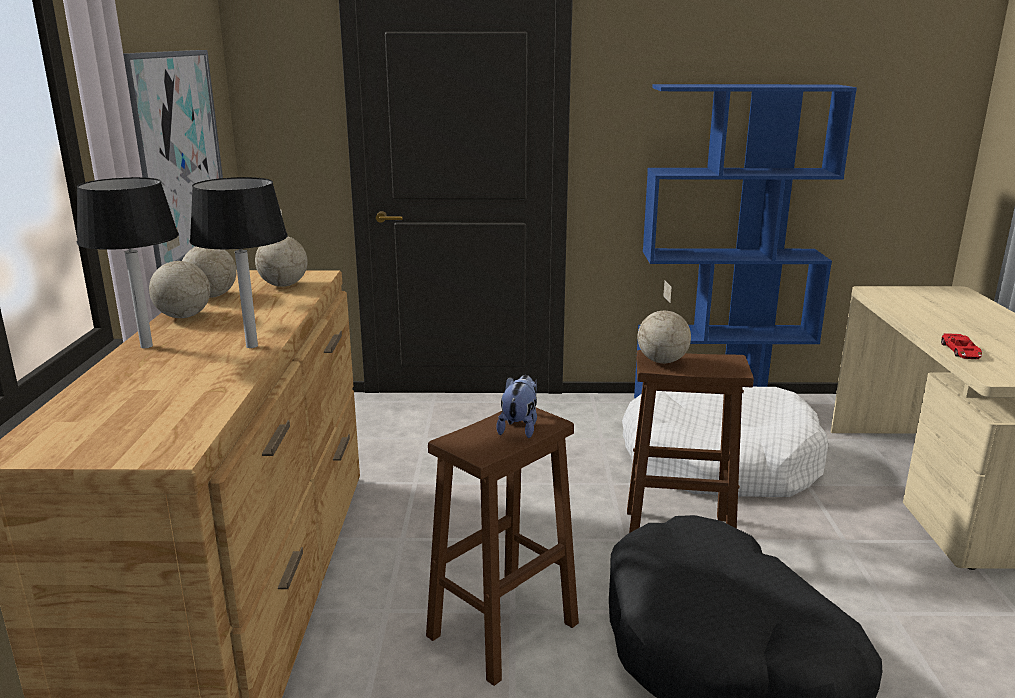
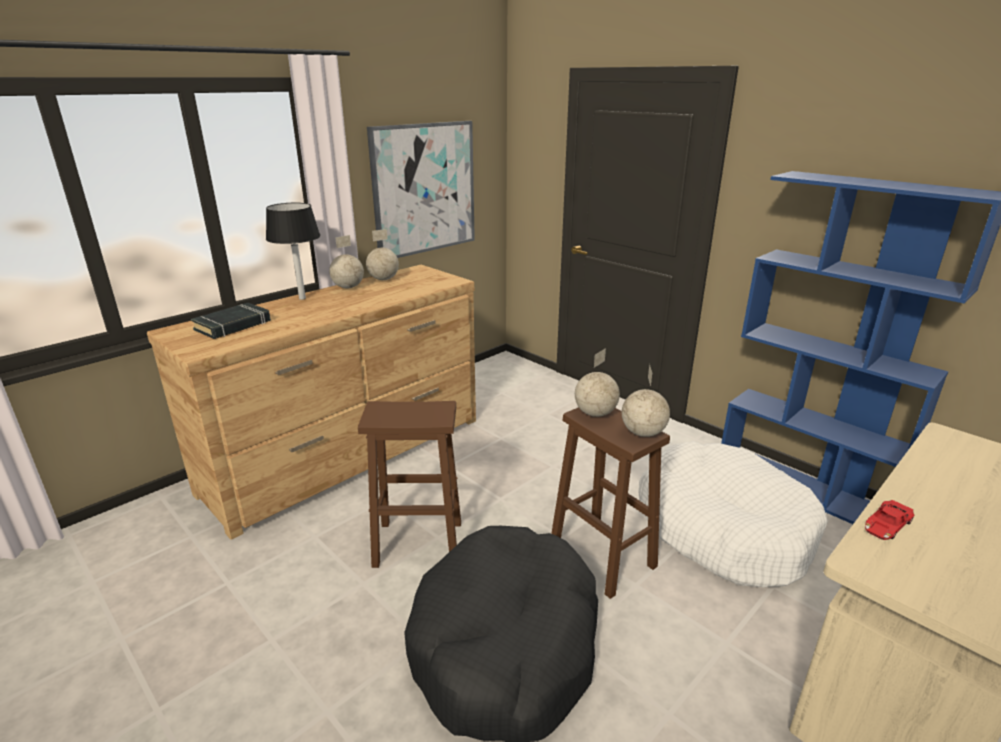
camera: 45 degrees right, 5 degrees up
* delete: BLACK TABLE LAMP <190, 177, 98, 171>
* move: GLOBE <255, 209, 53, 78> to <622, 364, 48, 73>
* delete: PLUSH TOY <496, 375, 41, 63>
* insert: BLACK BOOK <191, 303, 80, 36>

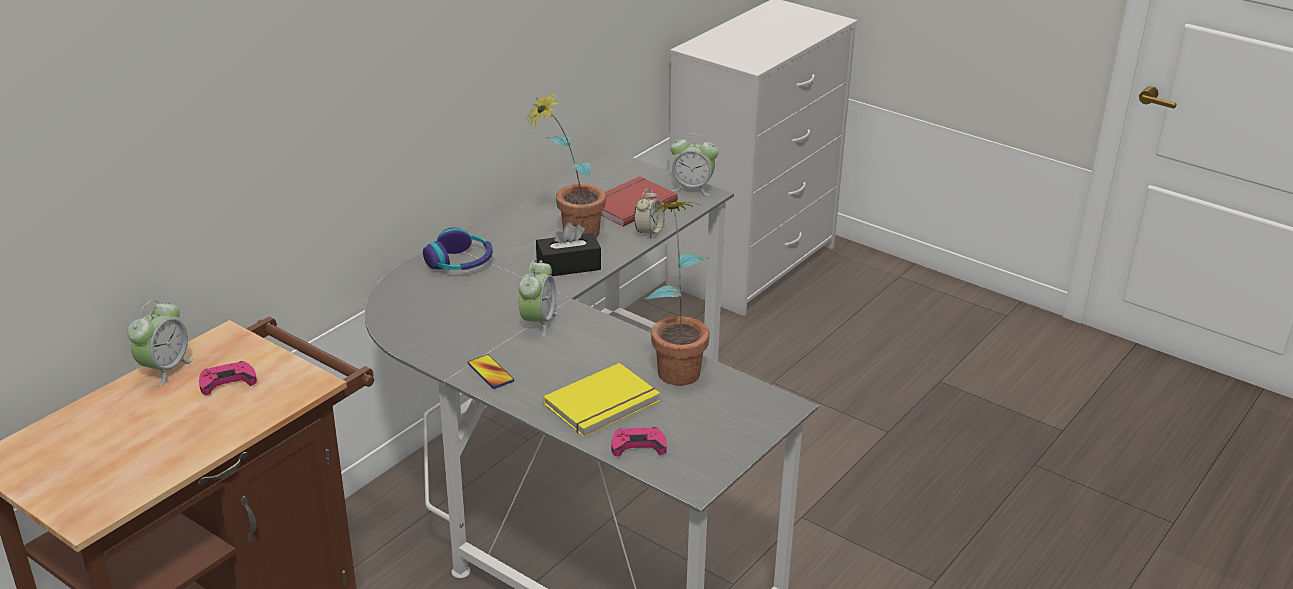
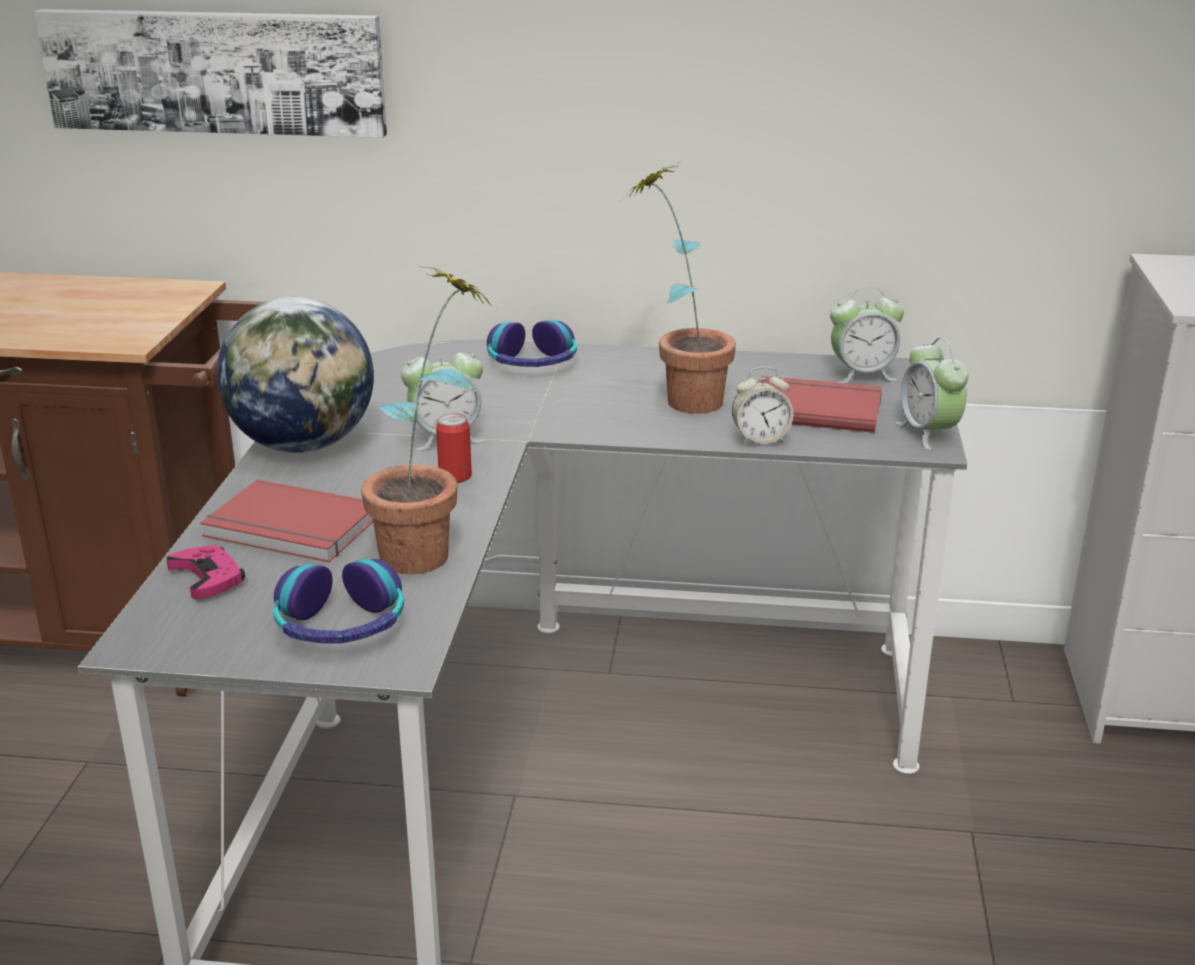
camera: 60 degrees right, 5 degrees down
* move: ALARM CLOCK <127, 300, 66, 87> to <830, 287, 74, 97>
* delete: PINK GAME CONTROLLER <199, 361, 58, 34>
* replace: PHONE <467, 354, 47, 35> to GLOBE <217, 297, 157, 156>
* delete: BLACK TISSUE BOX <536, 222, 65, 54>
* recolor: YELLOW BOOK <543, 363, 117, 74> to RED BOOK <200, 480, 173, 82>
* insert: PICTURE <34, 9, 353, 129>
* insert: HEADPHONES <273, 559, 131, 85>
* insert: CAN <436, 413, 36, 70>

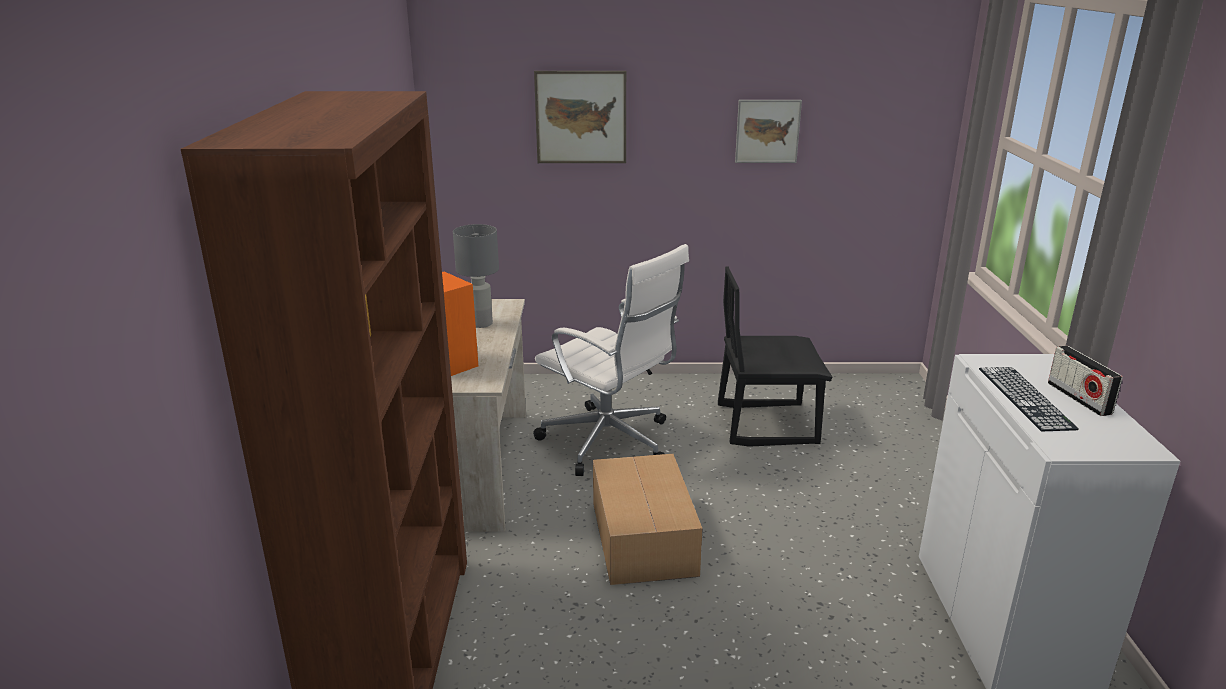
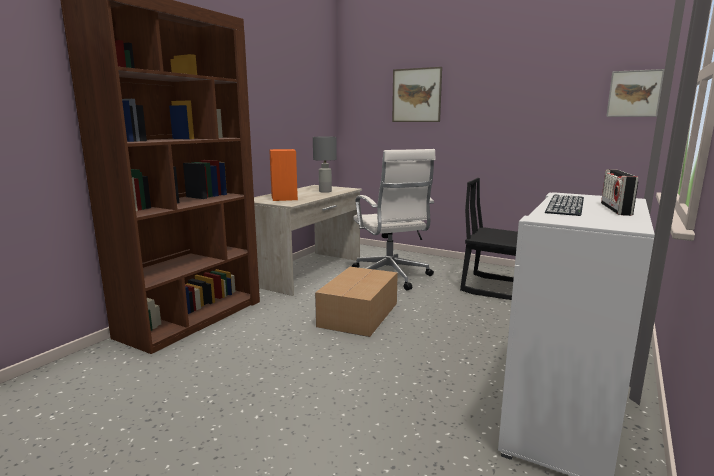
camera: 30 degrees right, 10 degrees down
* move: PICTURE <735, 100, 67, 63> to <606, 69, 59, 48>

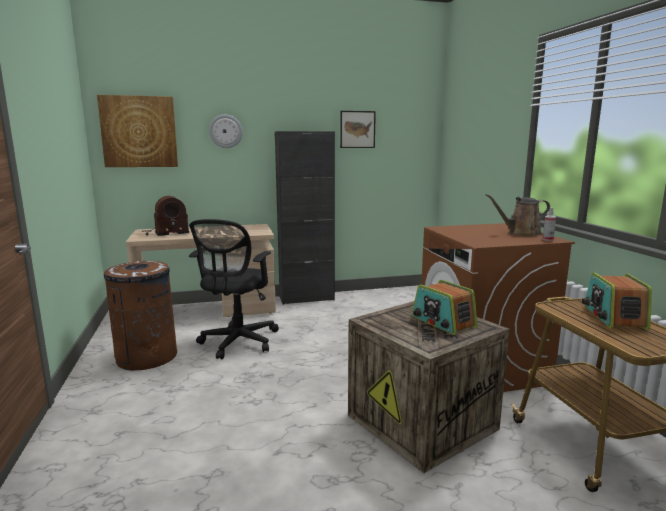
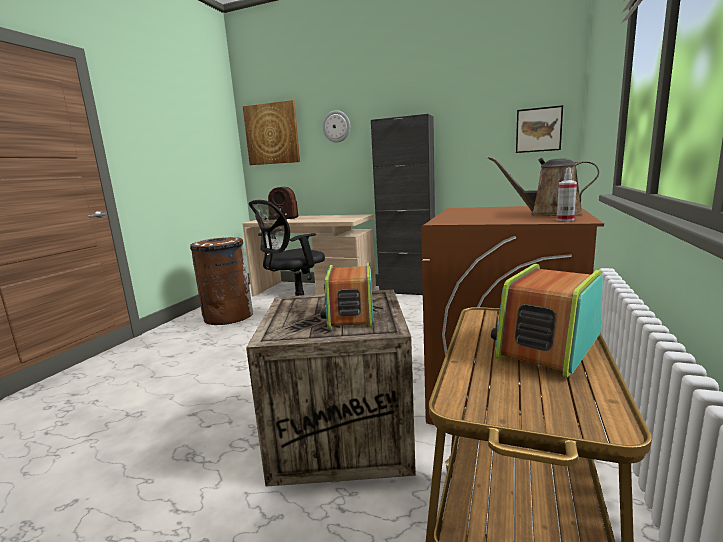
camera: 35 degrees right, 0 degrees up
* move: PICTURE <340, 111, 36, 37> to <516, 105, 47, 48>

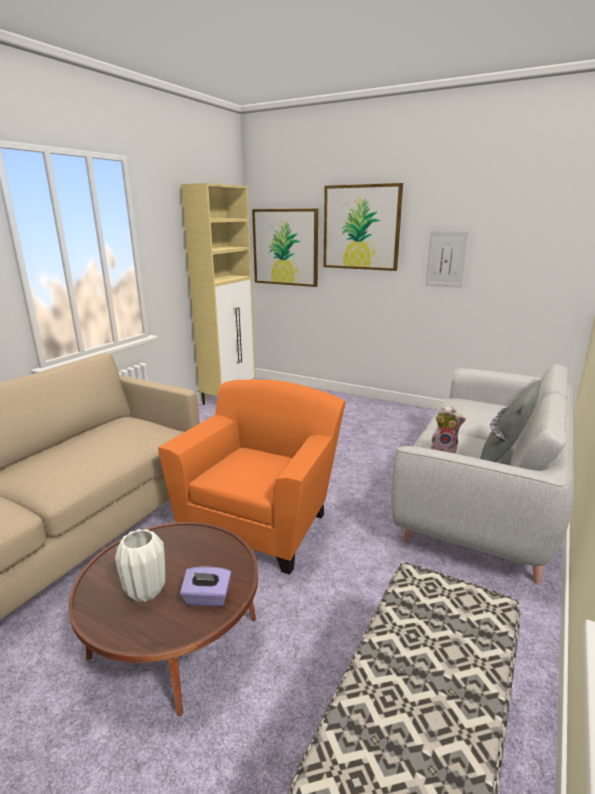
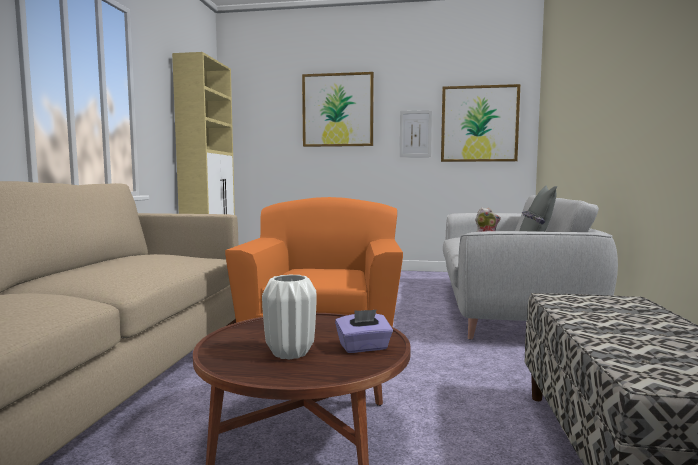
camera: 20 degrees left, 15 degrees down
* move: PICTURE <252, 209, 66, 78> to <441, 84, 79, 78>

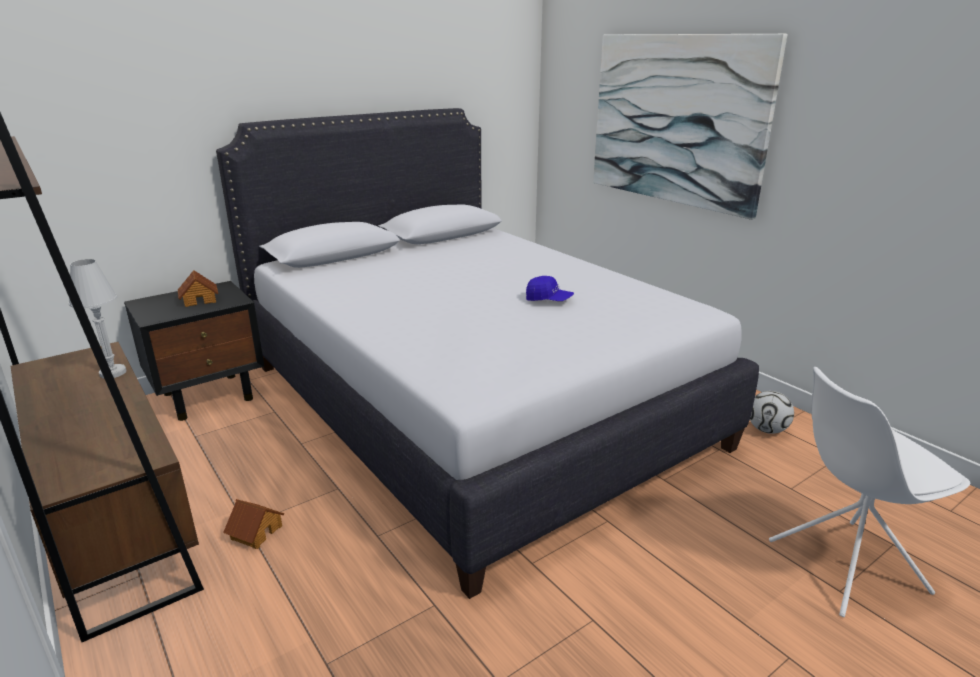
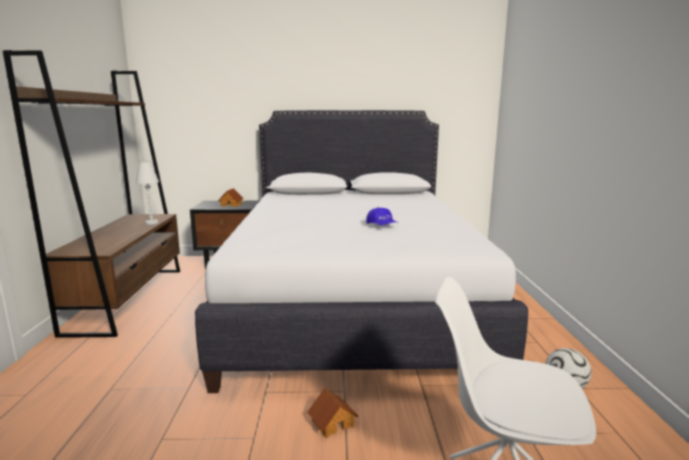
camera: 35 degrees right, 10 degrees down
* move: TOY HOUSE <223, 499, 62, 50> to <307, 388, 51, 50>
* delete: PICTURE <593, 34, 194, 186>

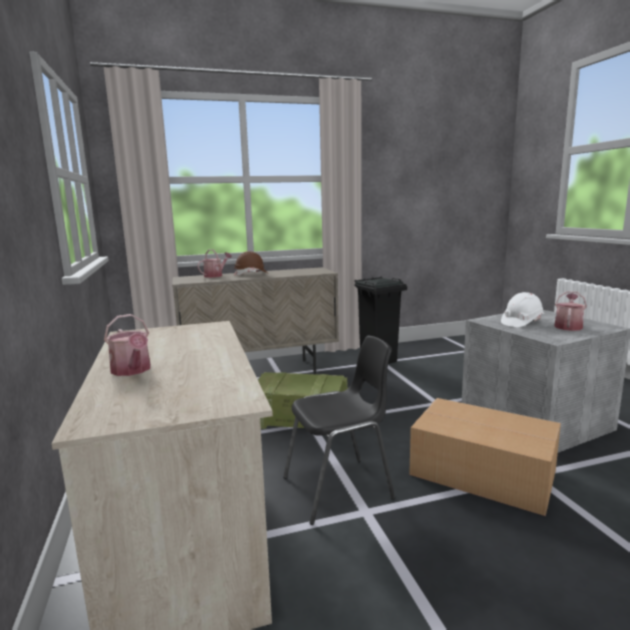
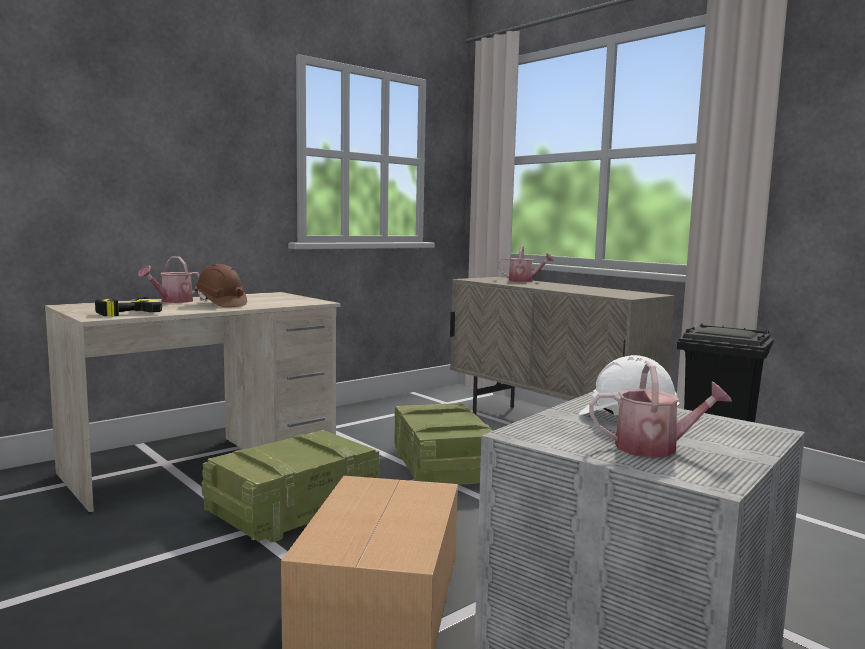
camera: 65 degrees right, 5 degrees down
* move: BROWN HARD HAT <234, 251, 35, 24> to <194, 264, 53, 43>
* replace: BLACK CHAIR <283, 336, 112, 189> to CRATE <202, 430, 178, 113>
* insert: POWER DRILL <95, 297, 67, 20>

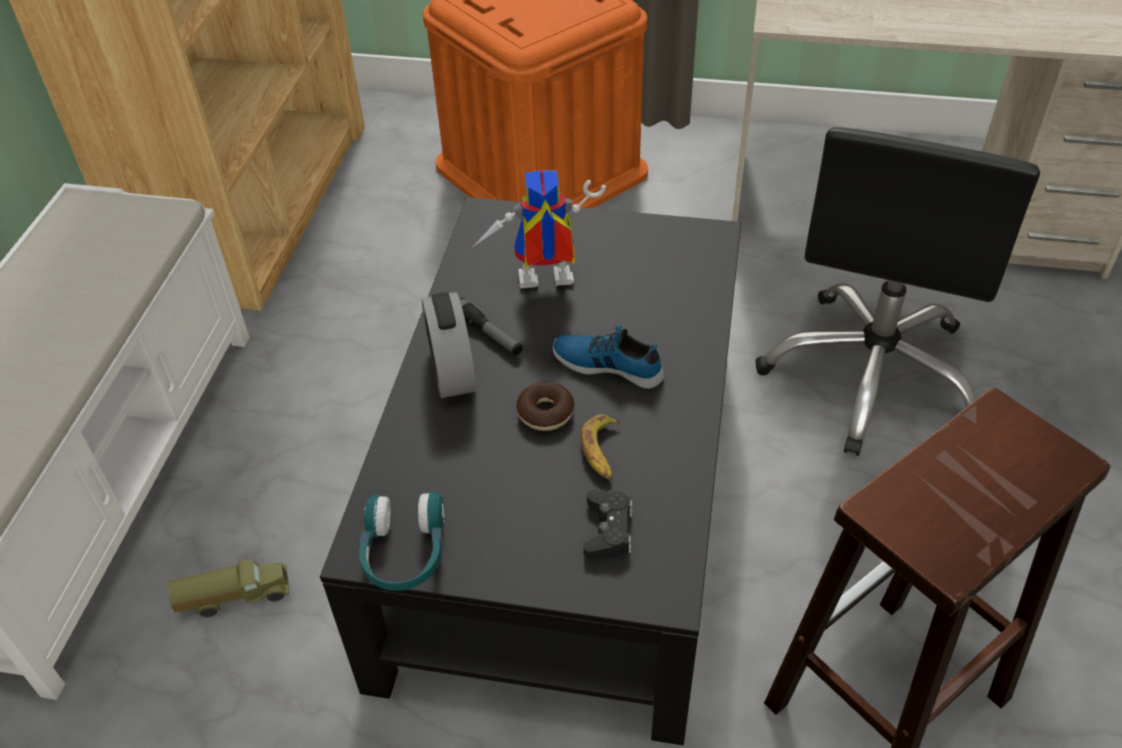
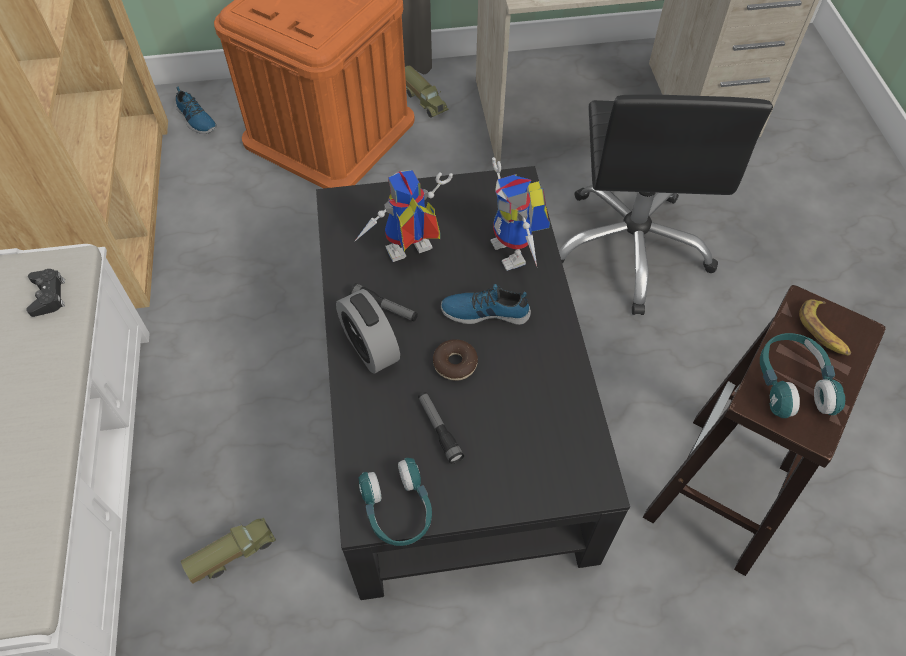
camera: 20 degrees left, 10 degrees up
* move: BANANA <580, 414, 42, 66> to <799, 299, 52, 57>
* move: BLACK GAME CONTROLLER <583, 490, 50, 68> to <26, 269, 39, 48>
* insert: SHOE <176, 87, 41, 47>
* insert: TOY TRUCK <405, 66, 44, 51>
* insert: FLASHLIGHT <418, 392, 46, 72>
* insert: TOY ROBOT <491, 157, 59, 114>
* insert: TURQUOISE HEADPHONES <760, 333, 85, 85>

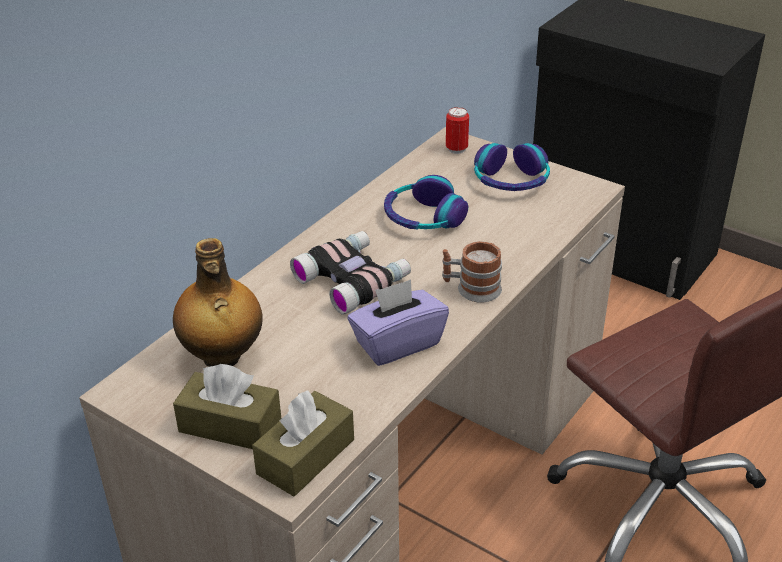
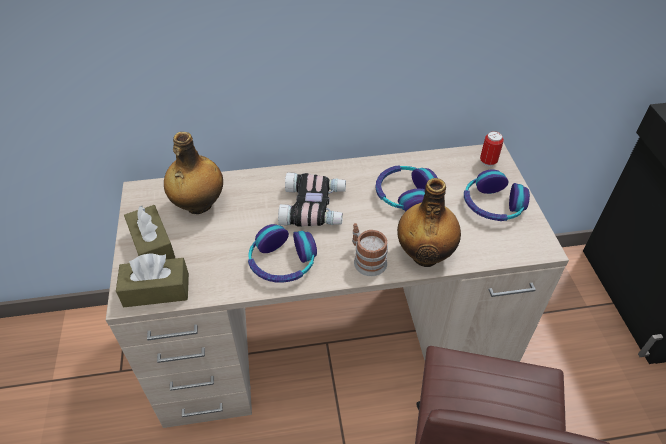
camera: 45 degrees right, 10 degrees up
* replace: PURPLE TISSUE BOX <348, 279, 101, 87> to HEADPHONES <248, 224, 69, 59>
* insert: BOTTLE <397, 178, 64, 89>

